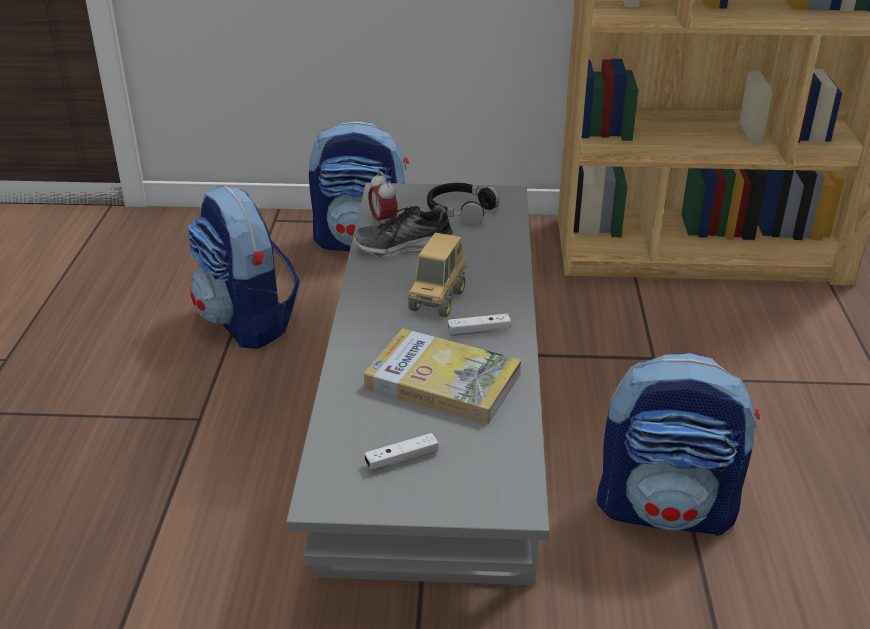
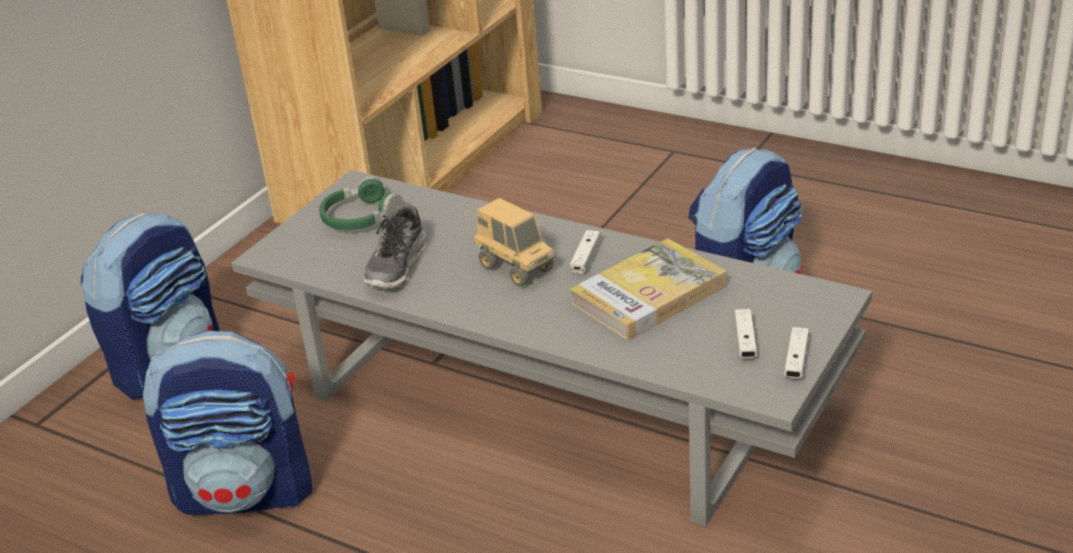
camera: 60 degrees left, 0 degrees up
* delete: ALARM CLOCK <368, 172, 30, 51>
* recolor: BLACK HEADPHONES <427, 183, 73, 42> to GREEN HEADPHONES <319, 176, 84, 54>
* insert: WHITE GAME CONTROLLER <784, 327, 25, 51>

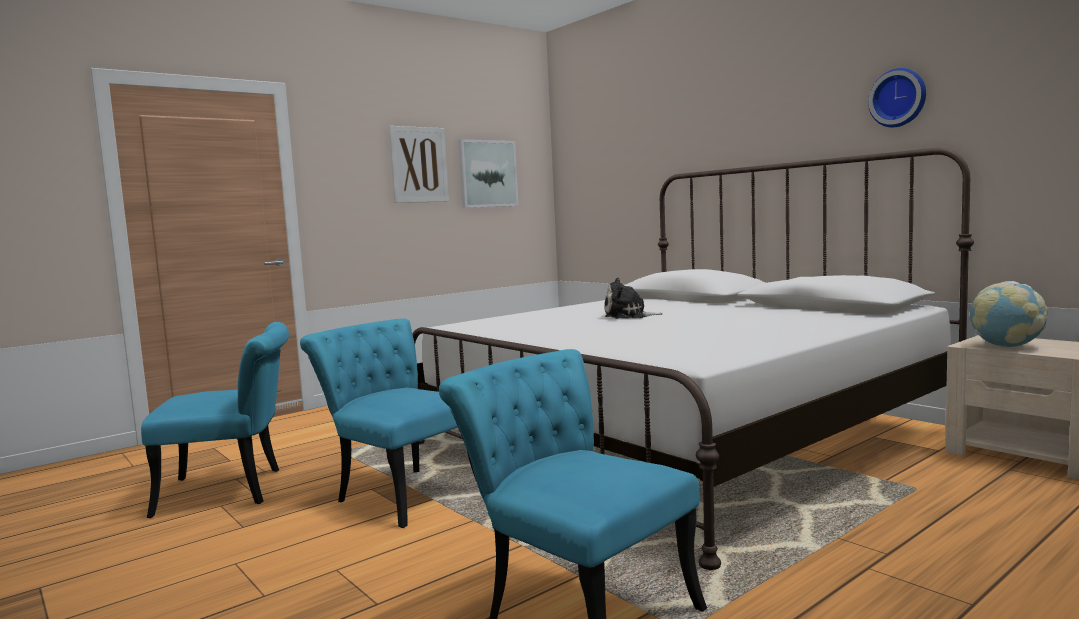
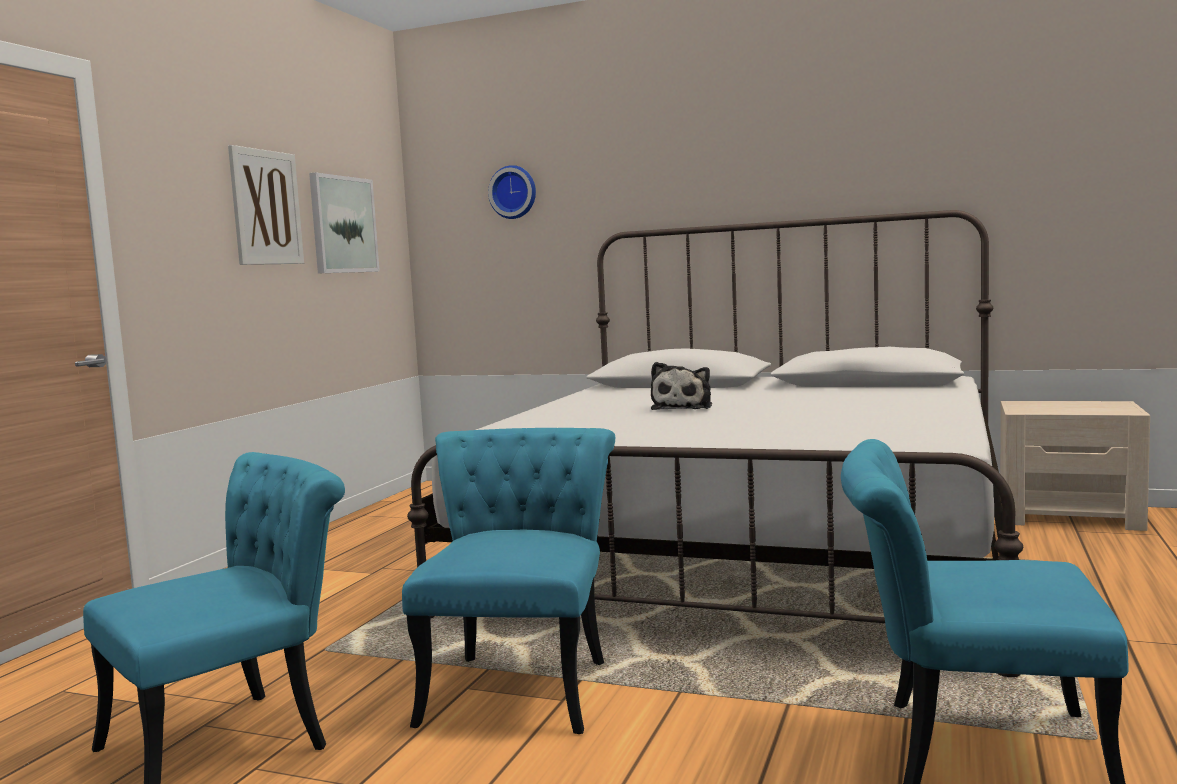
camera: 30 degrees left, 0 degrees up
* rotate: TURQUOISE CHAIR <300, 318, 176, 210> = <402, 428, 213, 306> 90 degrees clockwise
* rotate: PLUSH TOY <604, 278, 59, 41> = <651, 362, 61, 48> 45 degrees counterclockwise
* move: WALL CLOCK <868, 68, 58, 59> to <488, 165, 48, 54>
* delete: GLOBE <970, 281, 78, 66>

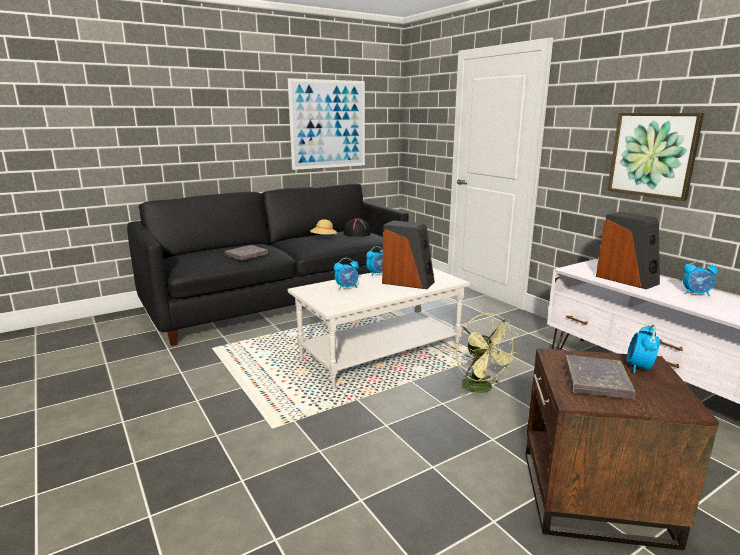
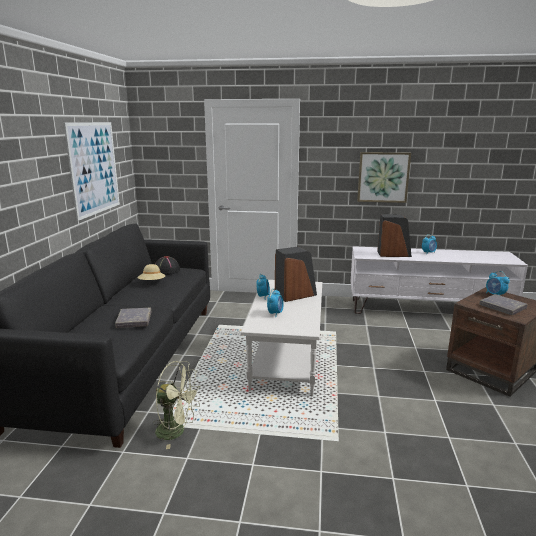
camera: 50 degrees left, 0 degrees up
* move: GREEN FAN <456, 313, 64, 84> to <153, 361, 48, 88>

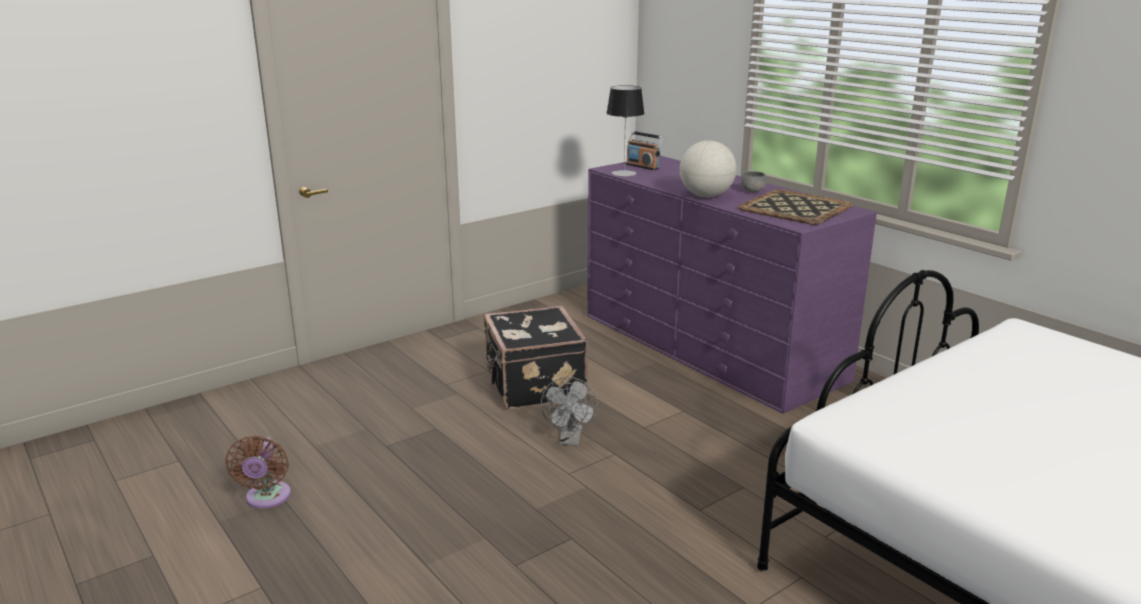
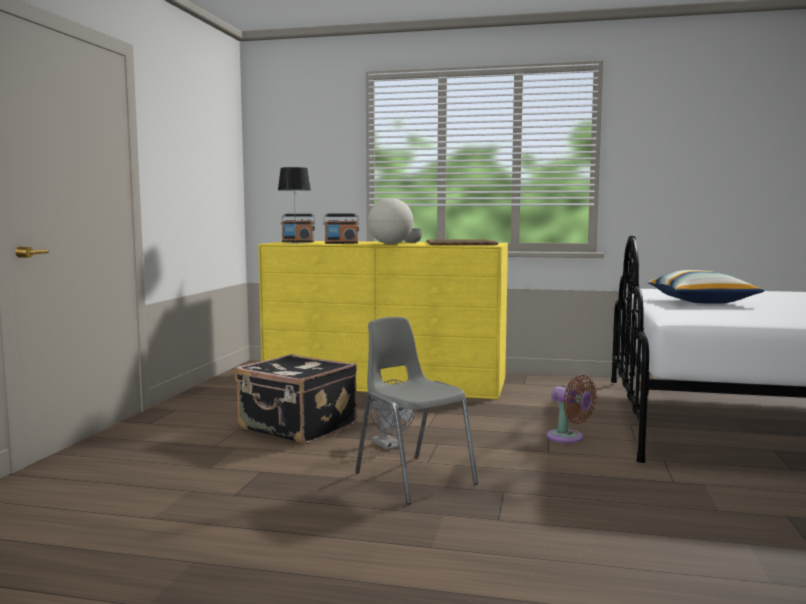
camera: 40 degrees left, 15 degrees down
* move: BROWN FAN <225, 435, 66, 74> to <547, 375, 50, 68>
* recolor: PURPLE DRESSER <587, 156, 290, 258> to YELLOW DRESSER <258, 241, 250, 158>
* insert: RADIO <323, 214, 36, 30>
* insert: GREY CHAIR <355, 317, 123, 188>
* insert: PILLOW <648, 270, 116, 34>

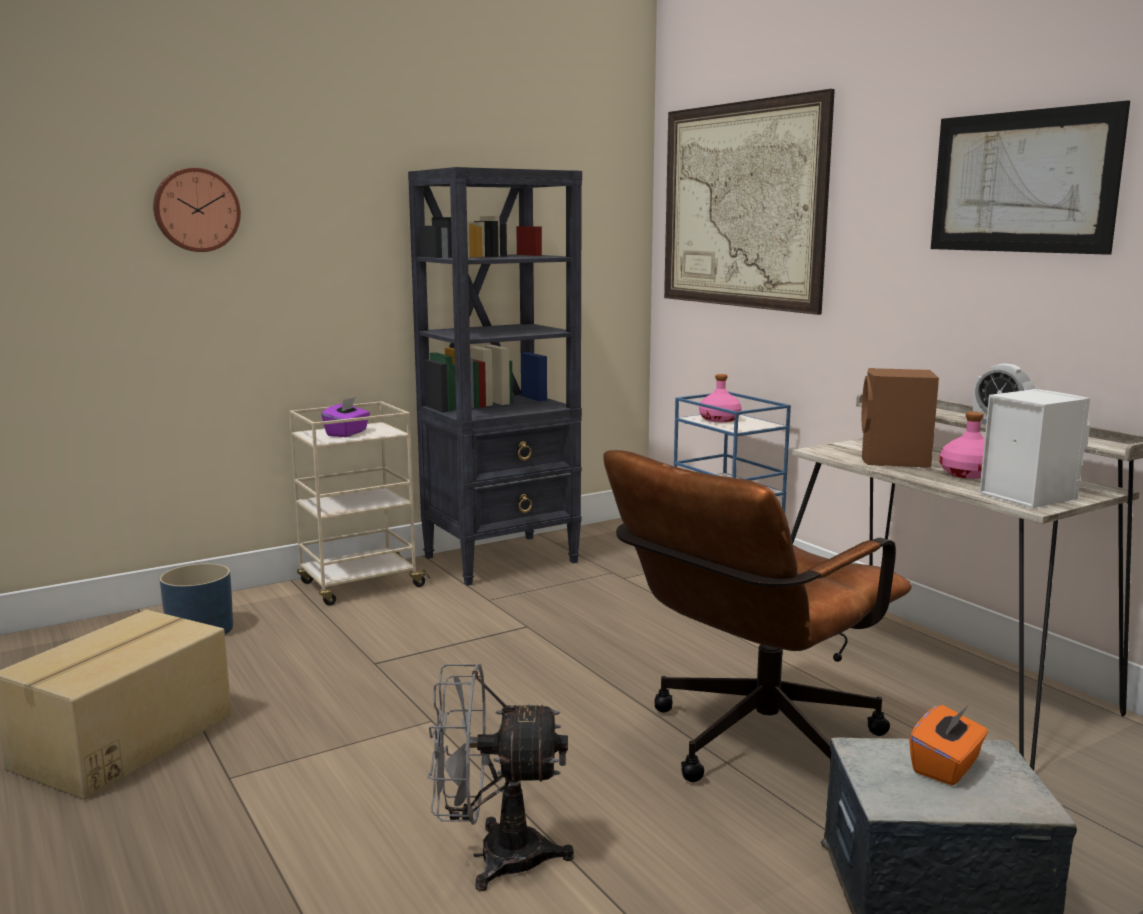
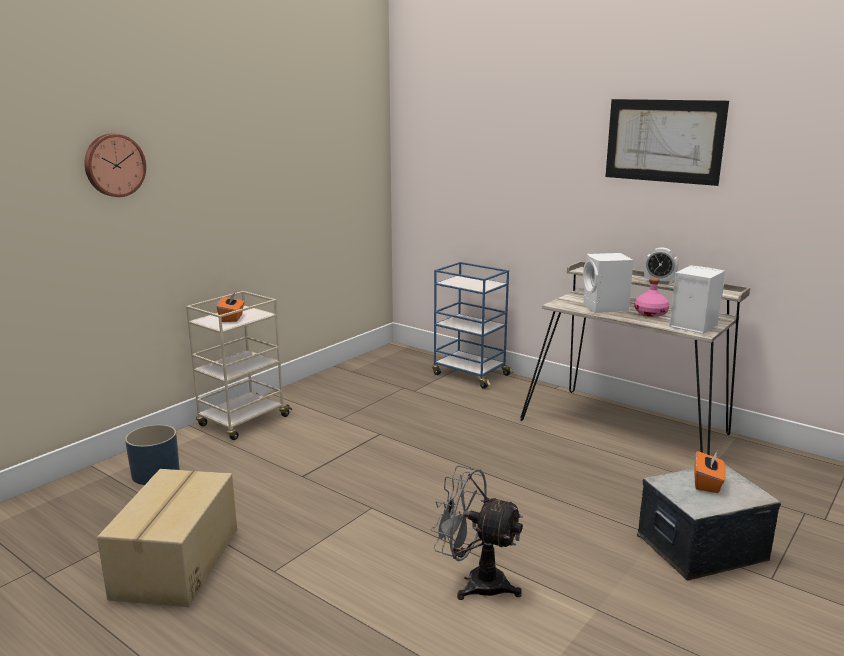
camera: 20 degrees left, 5 degrees up
* recolor: PURPLE TISSUE BOX <321, 397, 49, 40> to ORANGE TISSUE BOX <217, 293, 27, 29>
* delete: BLACK BOOKCASE <408, 167, 174, 419>
* rotate: GREY FAN <428, 664, 146, 227> = <431, 465, 92, 135> 45 degrees clockwise
* delete: BROWN OFFICE CHAIR <603, 450, 309, 332>
* delete: PICTURE <664, 89, 171, 226>
* delete: PINK BOTTLE <699, 374, 43, 48>
* recolor: BROWN SPEAKER <862, 368, 77, 100> to WHITE SPEAKER <583, 253, 51, 60>

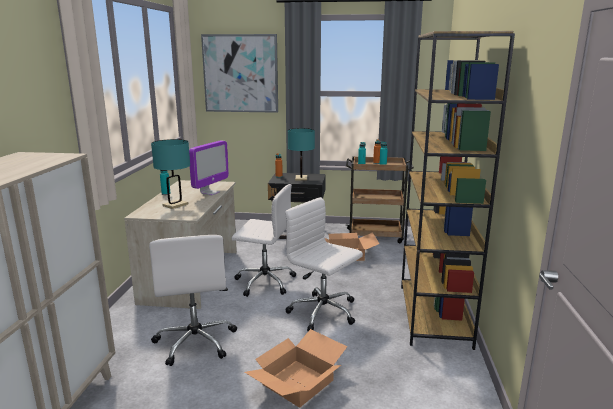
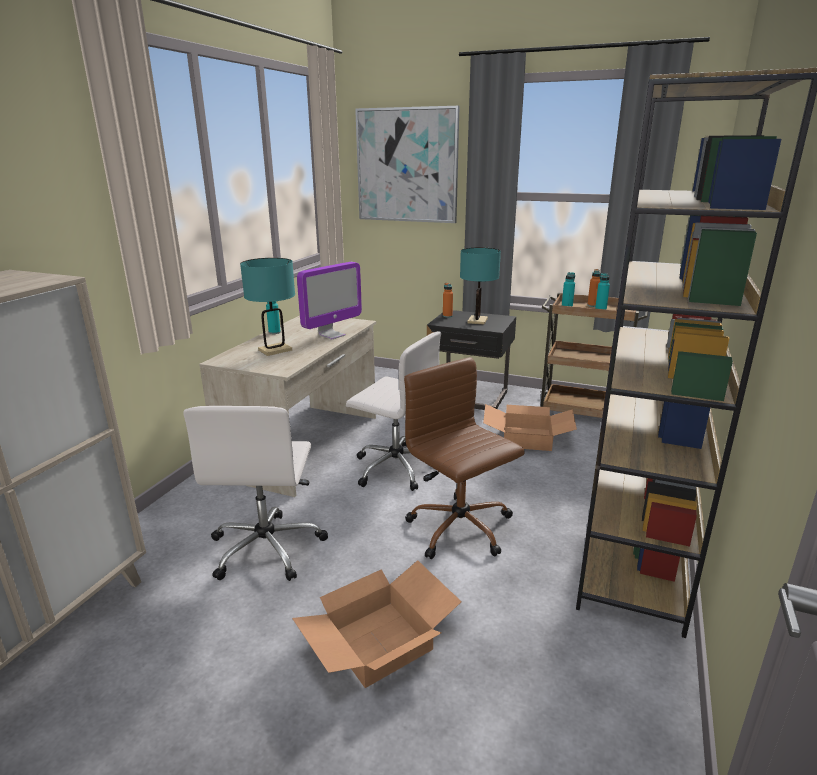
camera: 15 degrees right, 5 degrees up
* recolor: WHITE OFFICE CHAIR <285, 197, 78, 134> to BROWN OFFICE CHAIR <404, 357, 121, 202>

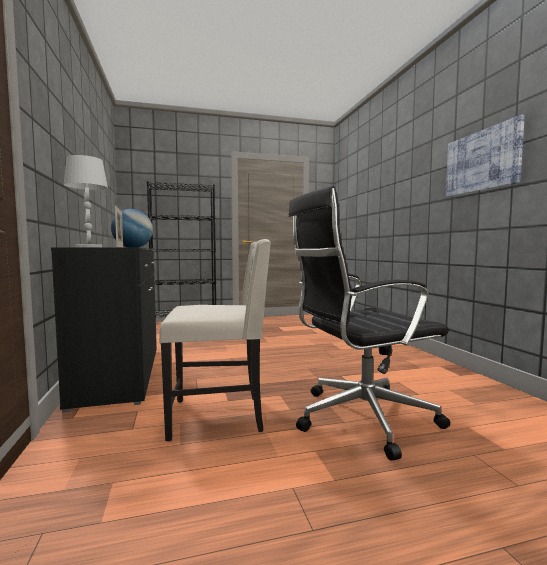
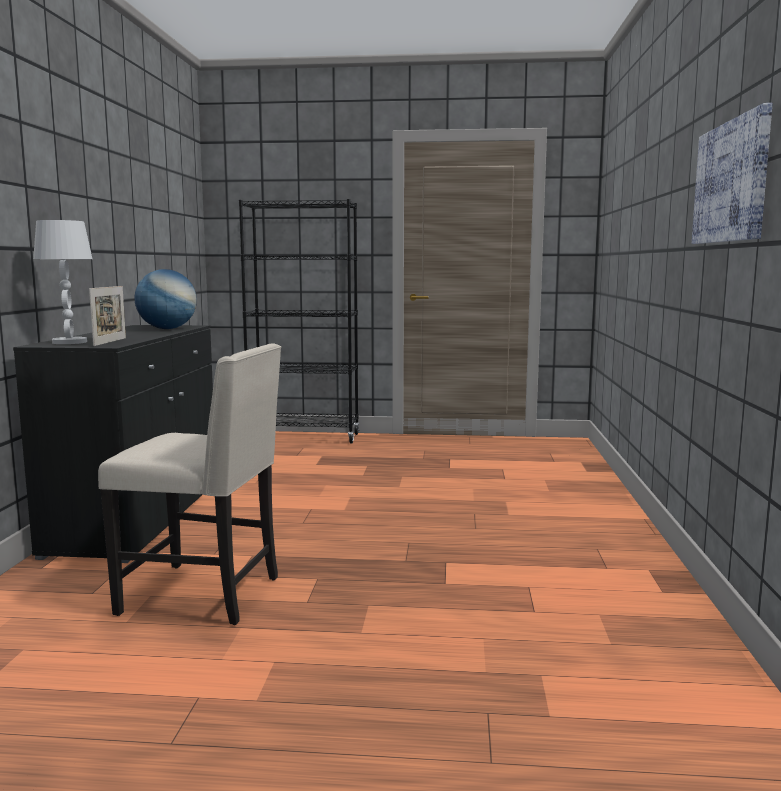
camera: 20 degrees right, 5 degrees up
* delete: BLACK OFFICE CHAIR <288, 186, 162, 274>

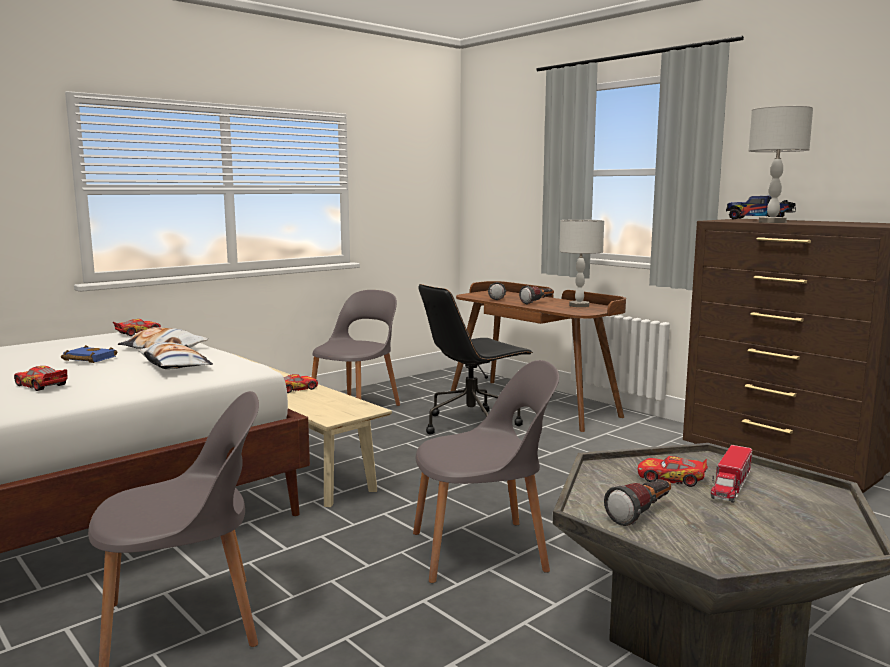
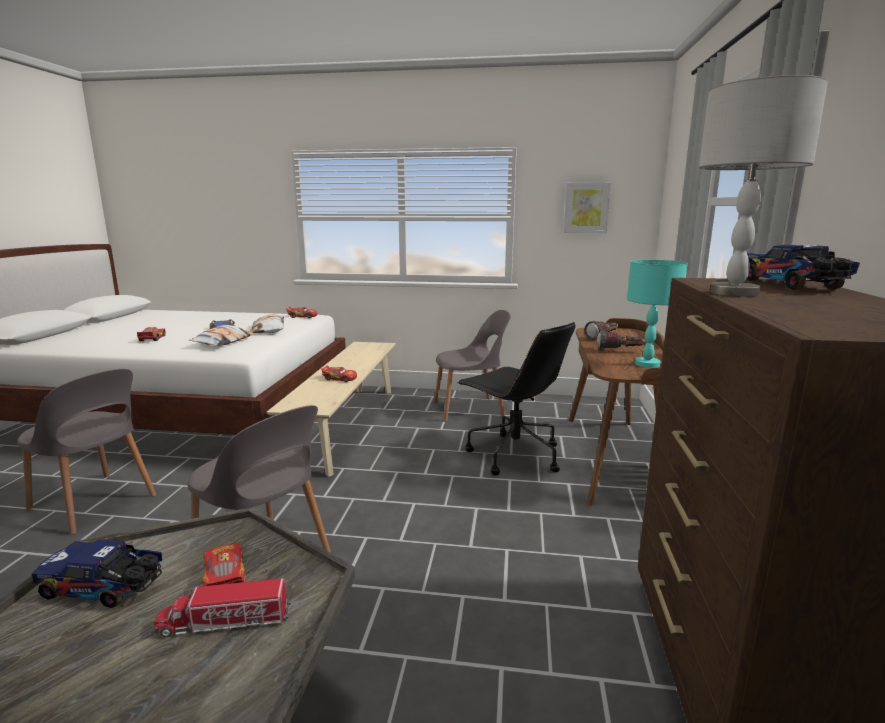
camera: 50 degrees right, 5 degrees up
* rotate: BLACK OFFICE CHAIR <418, 284, 115, 151> = <457, 322, 119, 153> 150 degrees counterclockwise
* recolor: GREY TABLE LAMP <559, 219, 45, 88> to TURQUOISE TABLE LAMP <627, 260, 61, 108>
* replace: FLASHLIGHT <604, 479, 67, 47> to TOY TRUCK <31, 539, 131, 69>
* insert: PICTURE <564, 182, 47, 51>

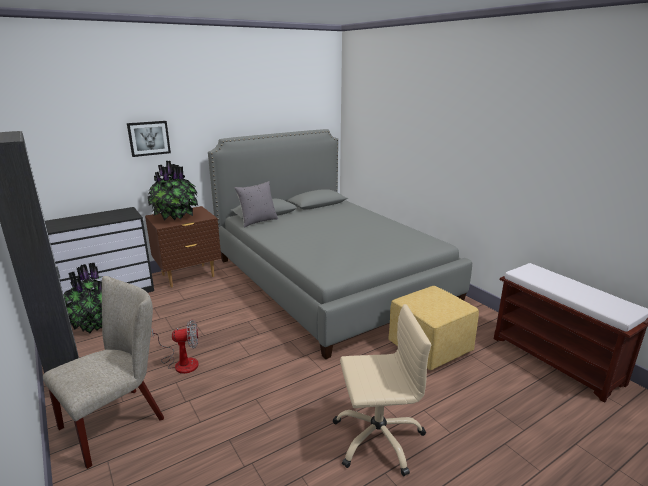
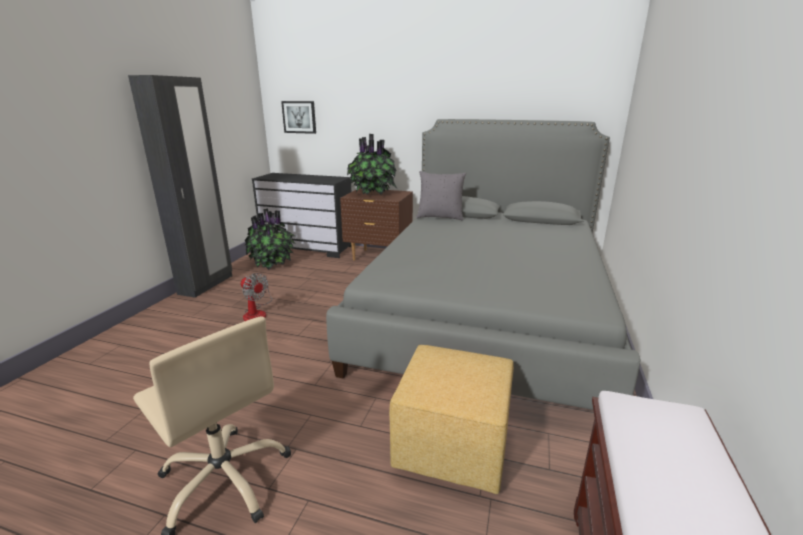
camera: 50 degrees right, 0 degrees up
* delete: BEIGE CHAIR <43, 276, 121, 193>
* move: PICTURE <127, 121, 44, 36> to <281, 101, 35, 33>

